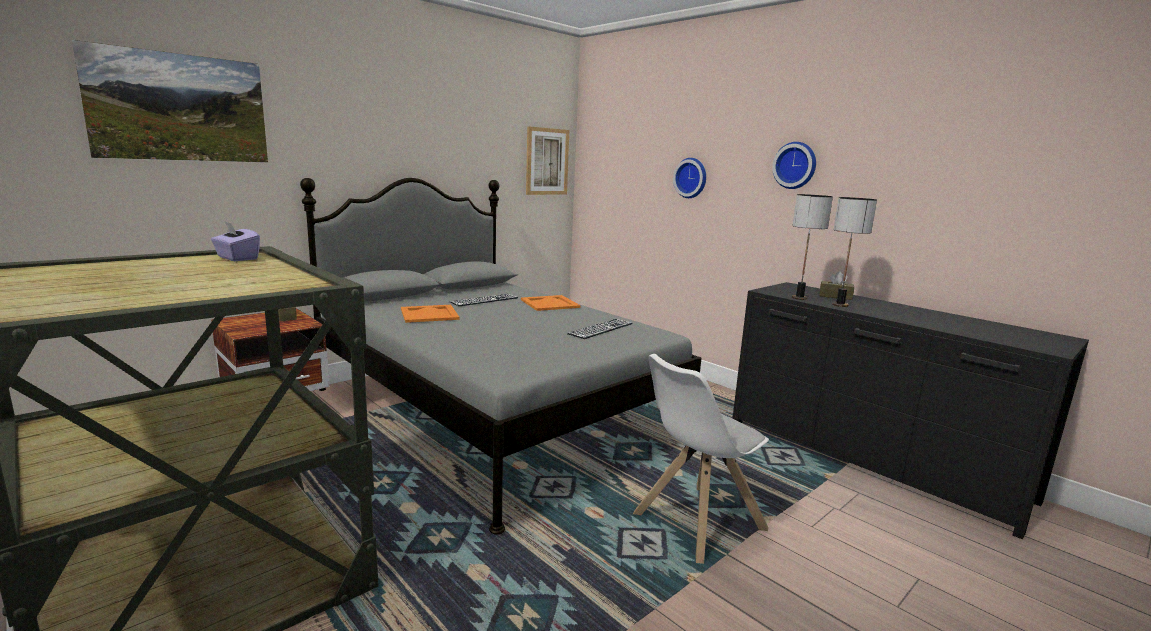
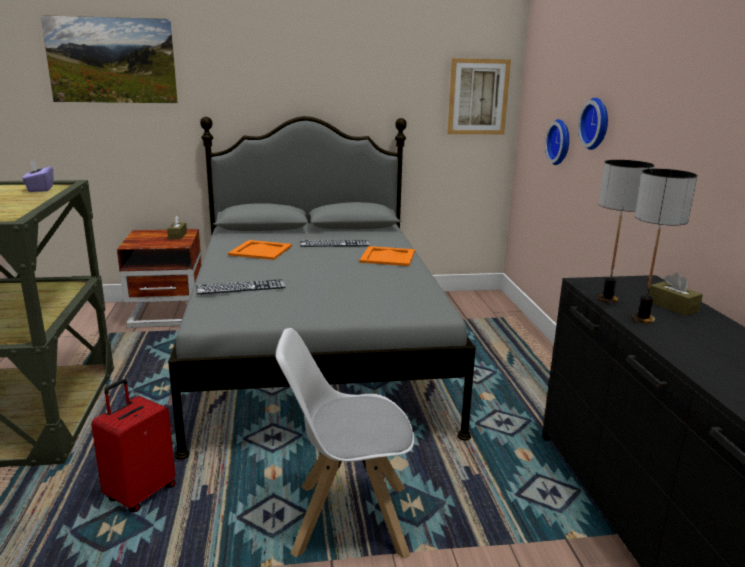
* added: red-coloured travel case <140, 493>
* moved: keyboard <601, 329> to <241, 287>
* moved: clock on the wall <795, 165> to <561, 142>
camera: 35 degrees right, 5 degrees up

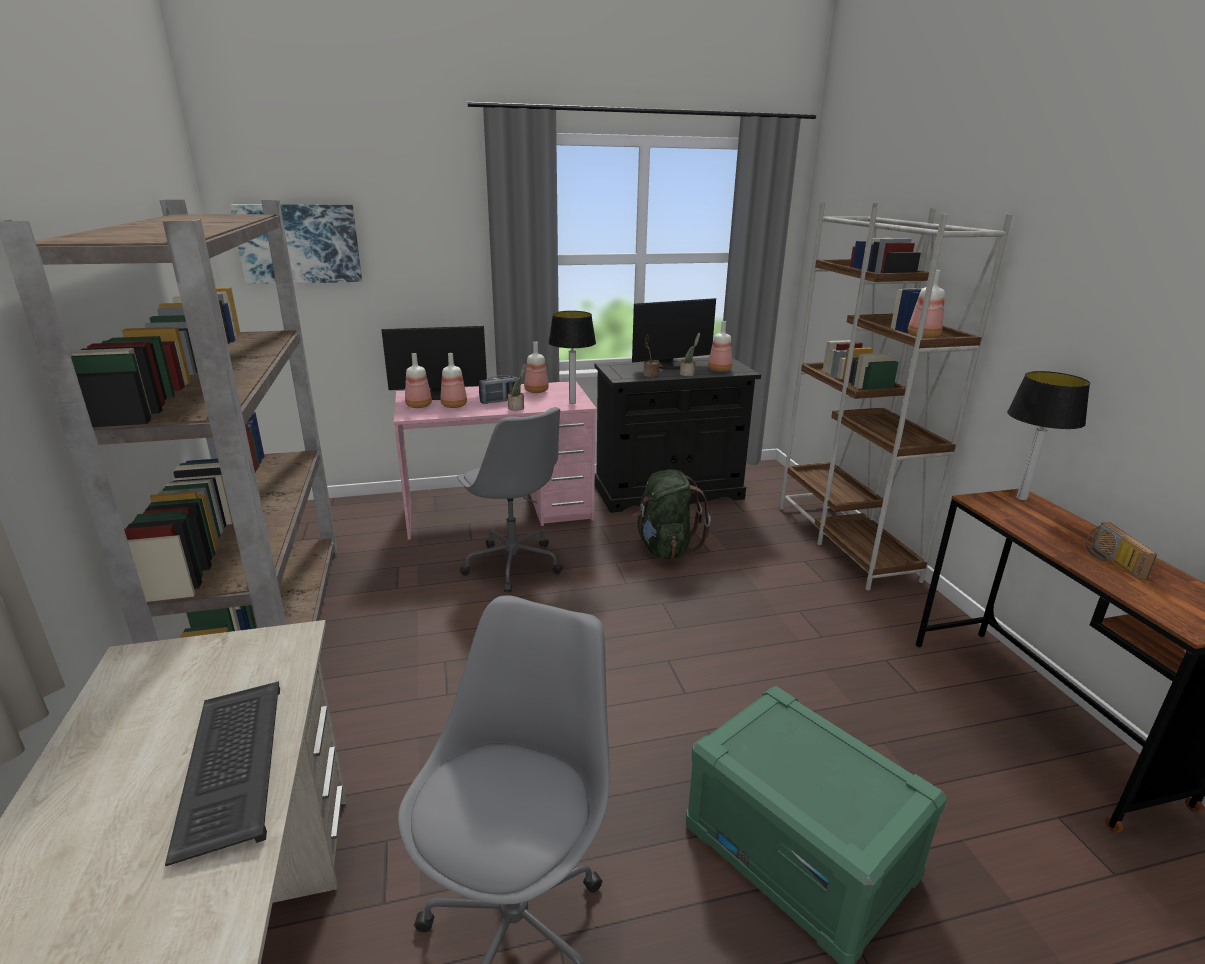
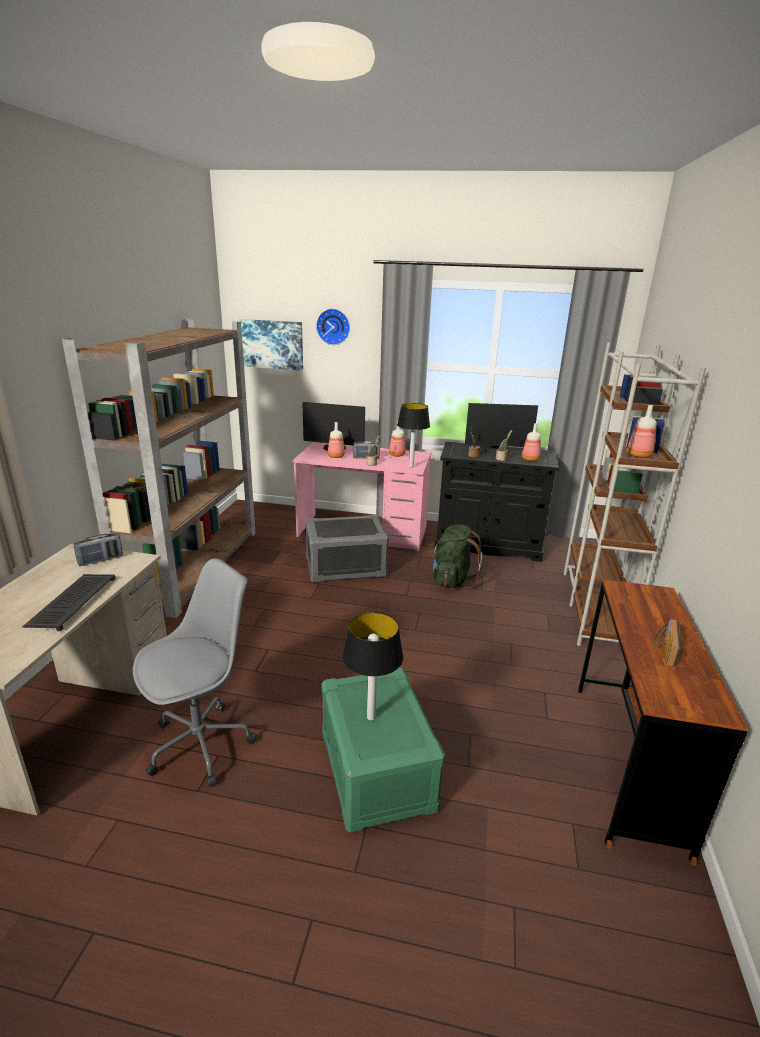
* removed: beverage bottle <418, 406>
* added: radio set <100, 560>
* added: clock on the wall <333, 326>
* moved: lamp for a table <1022, 498> to <370, 717>
* replaced: gray desk chair <514, 566> to gray storage container <345, 567>
camera: 25 degrees right, 0 degrees up

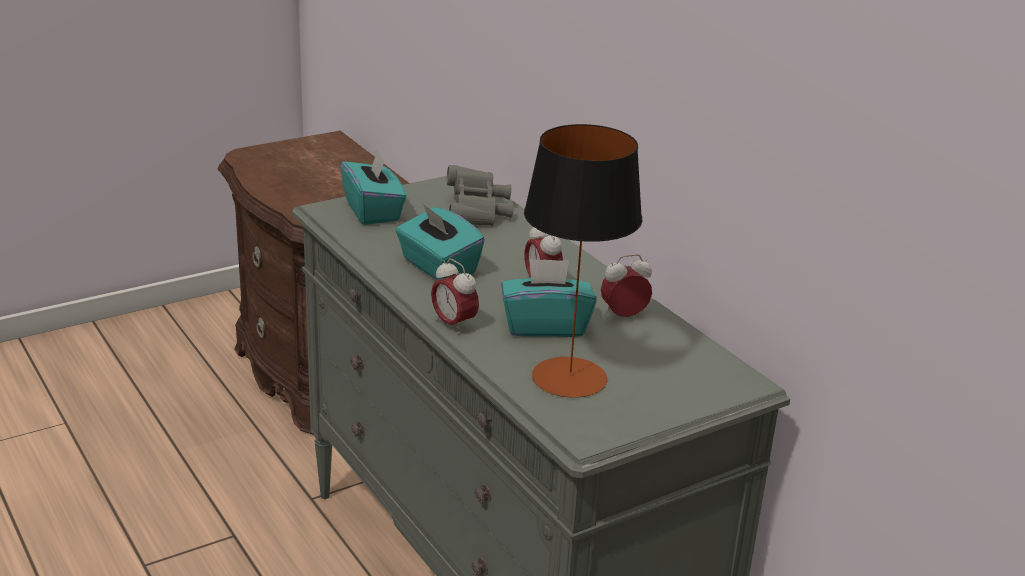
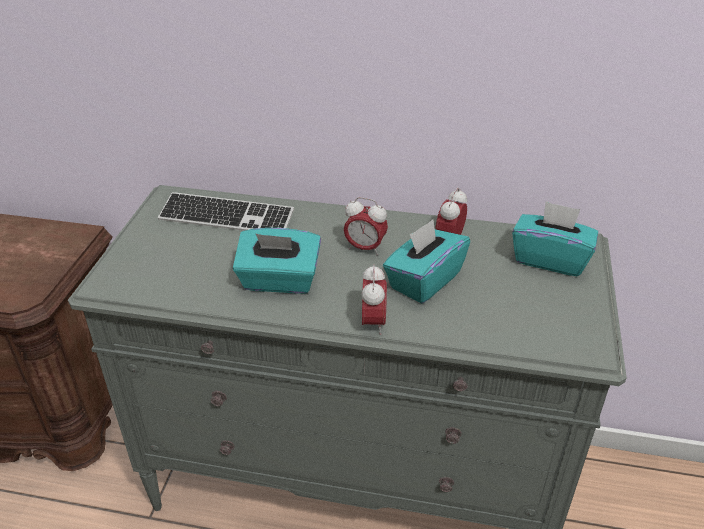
* removed: lamp for a table <570, 377>
* moved: turquoise box of tissues <373, 211> to <550, 259>
* replaced: gray field glasses <477, 213> to keyboard <226, 217>
* turned: bedside clock <453, 324> = <373, 323> 90 degrees counterclockwise
camera: 45 degrees left, 10 degrees up

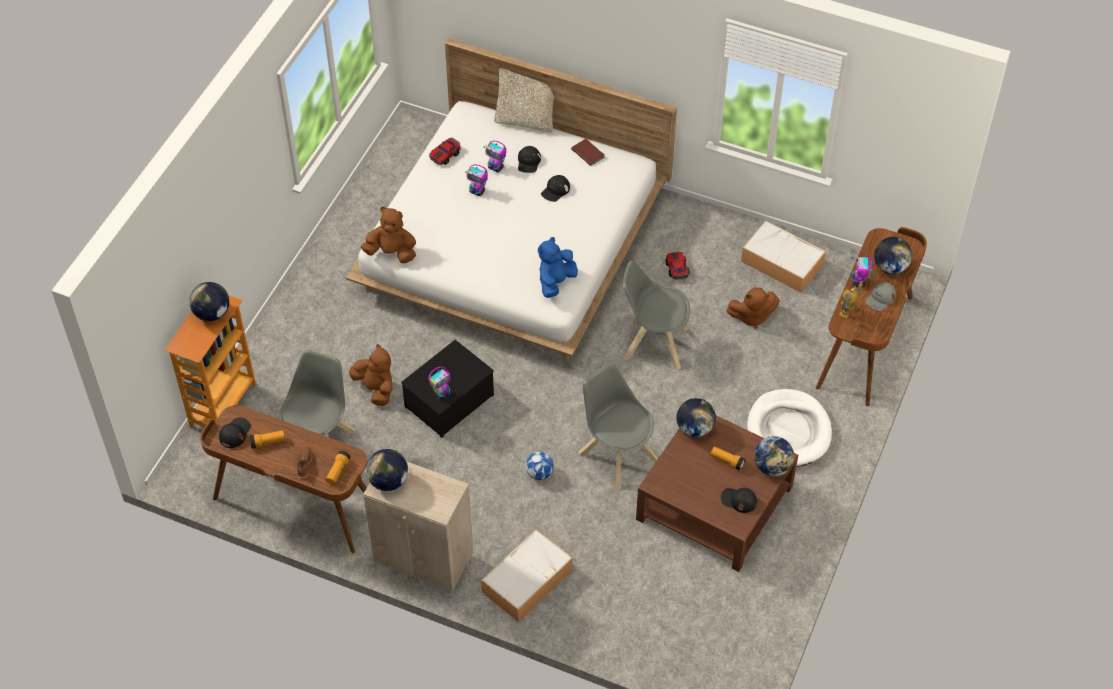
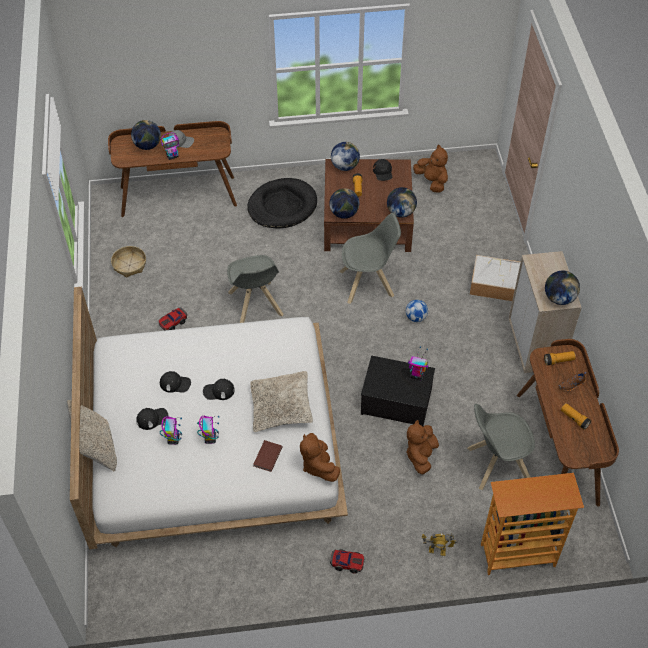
* removed: blue cuddly toy <555, 282>
* added: beige throw pillow <280, 406>
* moved: world globe <212, 313> to <401, 212>
* moved: black-coloured peaked cap <235, 433> to <218, 391>
* moved: miniature car <445, 155> to <347, 562>
* moved: brown bound book <588, 152> to <267, 456>
* moved: brown cuddly toy <752, 316> to <432, 181>
* moved: toy robot <847, 311> to <437, 550>
* replaced: storage container <781, 263> to storage basket <130, 265>
* recoloured: white-coloured dog bed <788, 431> to black-coloured dog bed <282, 206>
* turned: gray upright chair <616, 455> = <368, 283> 120 degrees counterclockwise
camera: 120 degrees left, 0 degrees up

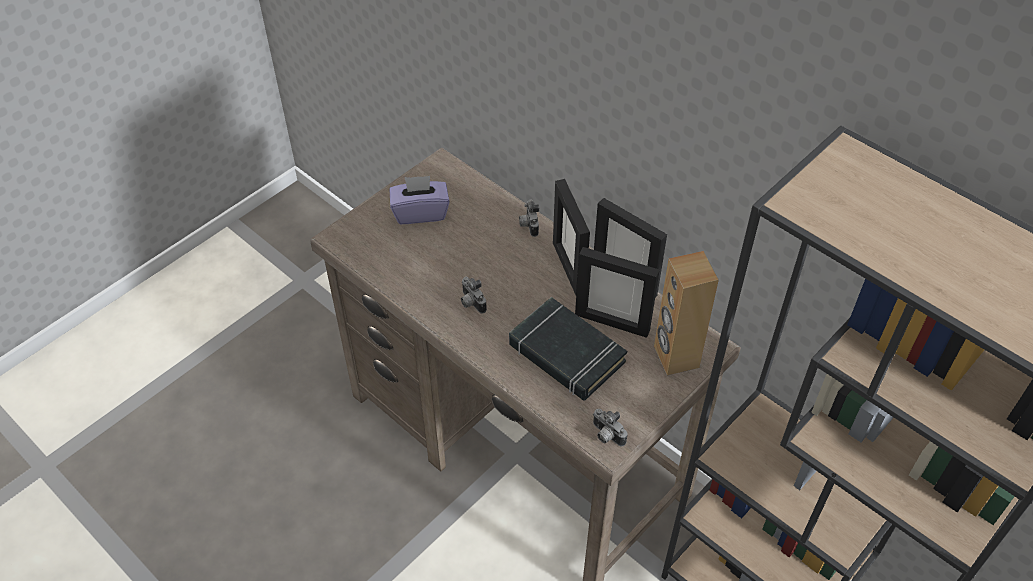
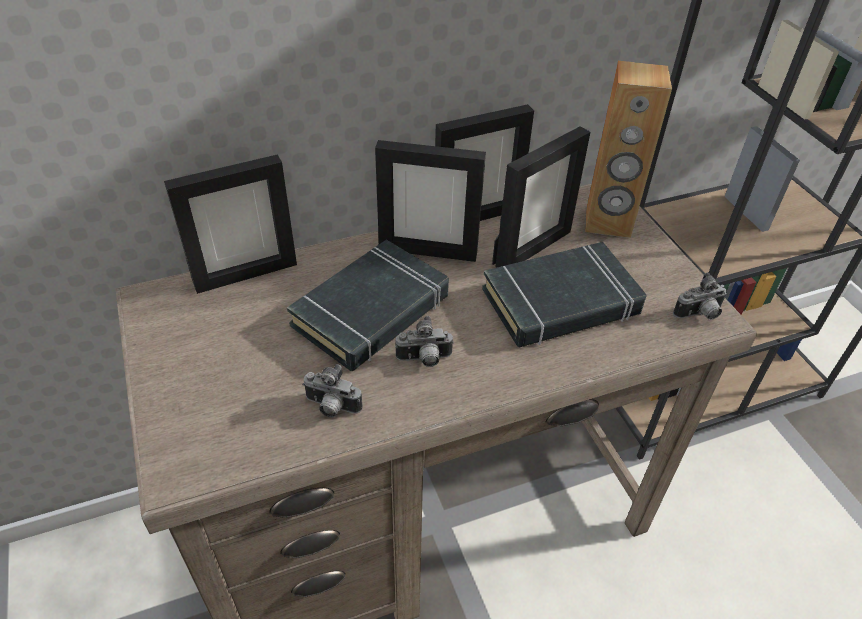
* removed: purple box of tissues <420, 212>
* added: standing frame <245, 273>
* added: black-coloured bound book <372, 312>
* moved: still camera <528, 225> to <331, 407>
camera: 65 degrees left, 5 degrees down

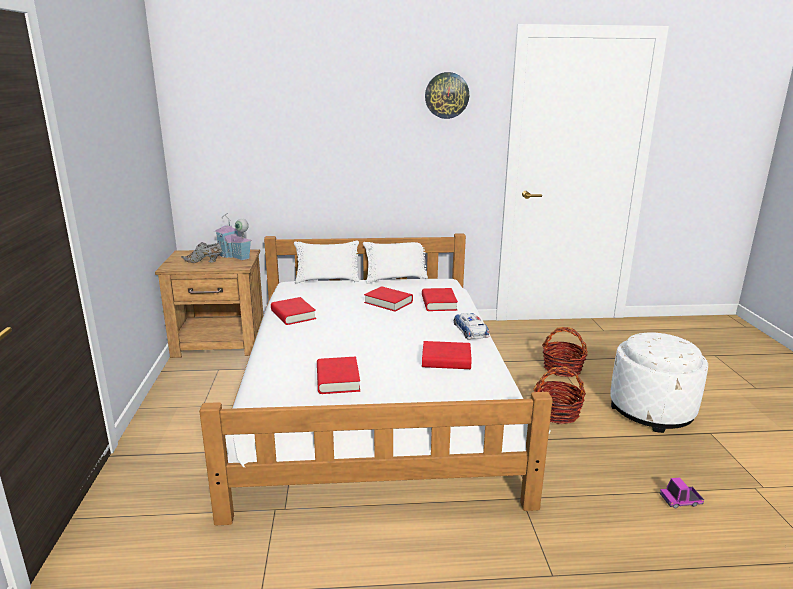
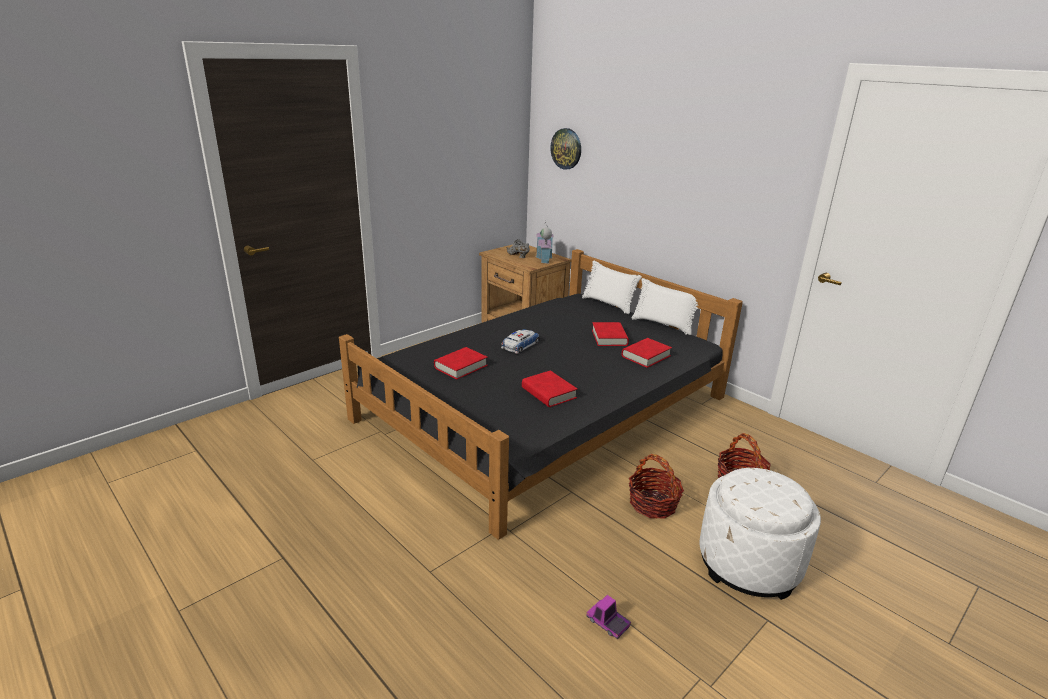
* removed: red-coloured bound book <293, 315>
* moved: clock on the wall <446, 95> to <566, 148>
* moved: miniature car <470, 330> to <520, 345>
* recoloured: white-coloured bedroom bed <373, 397> to black-coloured bedroom bed <544, 409>
camera: 50 degrees right, 5 degrees up

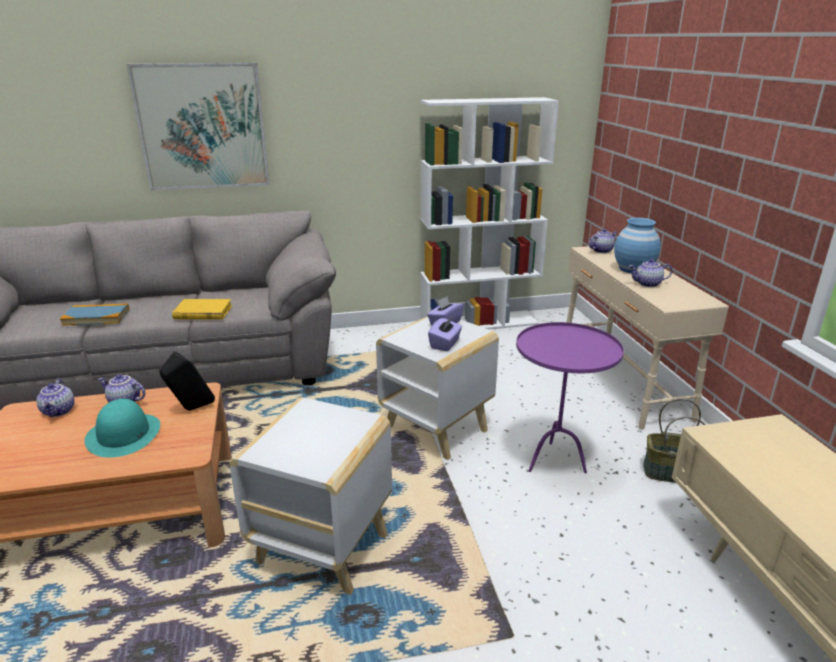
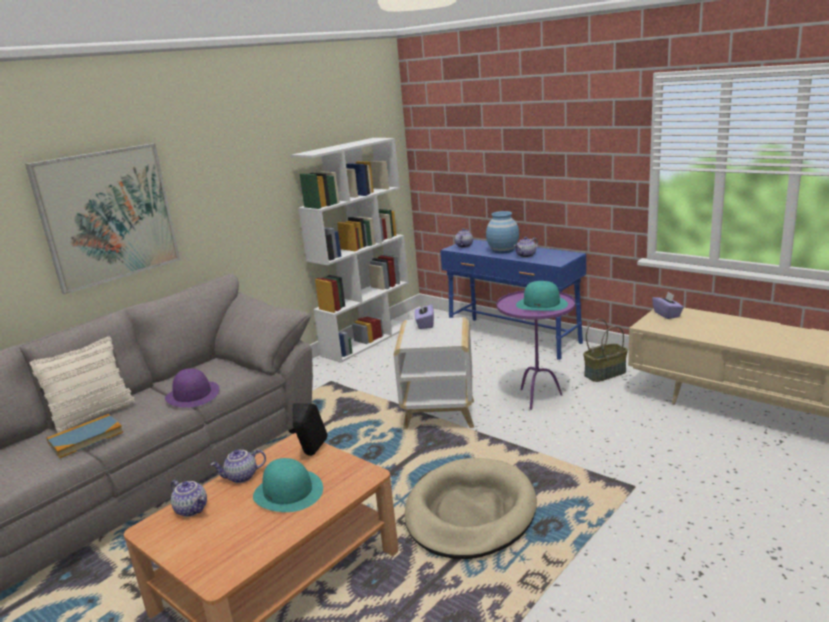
* added: beige throw pillow <94, 416>
* added: turquoise clothing hat <542, 304>
* moved: purple box of tissues <445, 344> to <667, 314>
* replaced: yellow-coloured bound book <203, 312> to purple clothing hat <193, 395>
* replaced: white-coloured accent table <321, 548> to beige dog bed <470, 512>
* recoloured: beige narrow table <621, 381> to blue narrow table <513, 338>
camera: 35 degrees left, 5 degrees down

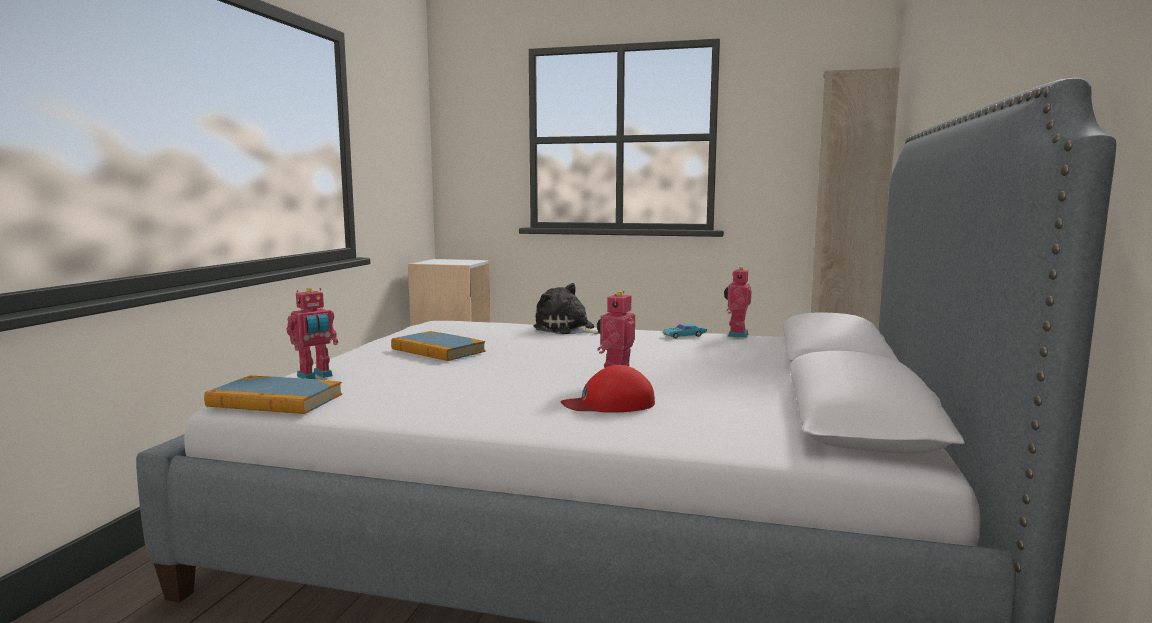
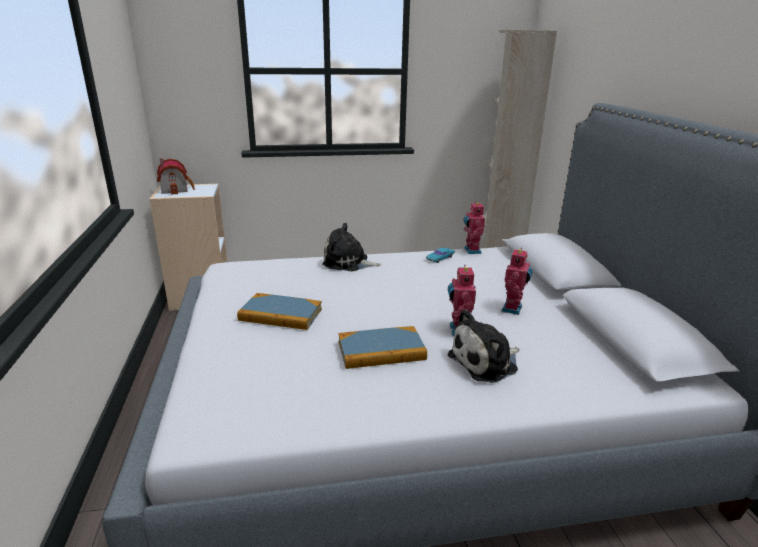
* added: model house <176, 189>
* moved: bound book <275, 400> to <381, 351>
* moved: toy robot <315, 376> to <513, 309>
* replaced: red-coloured peaked cap <610, 403> to cuddly toy <486, 362>
camera: 25 degrees left, 15 degrees up

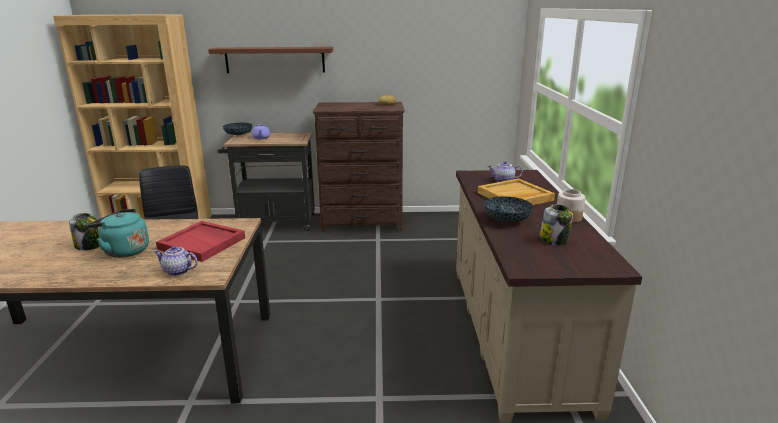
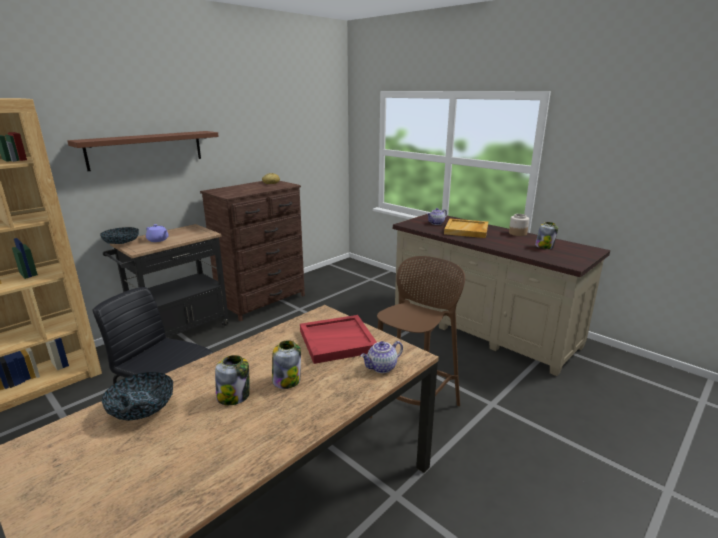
* added: brown sitting stool <412, 408>
* moved: deep dish <506, 220> to <142, 409>
* replaced: turquoise kettle <124, 251> to preserve jar <286, 380>
camera: 45 degrees left, 0 degrees up

